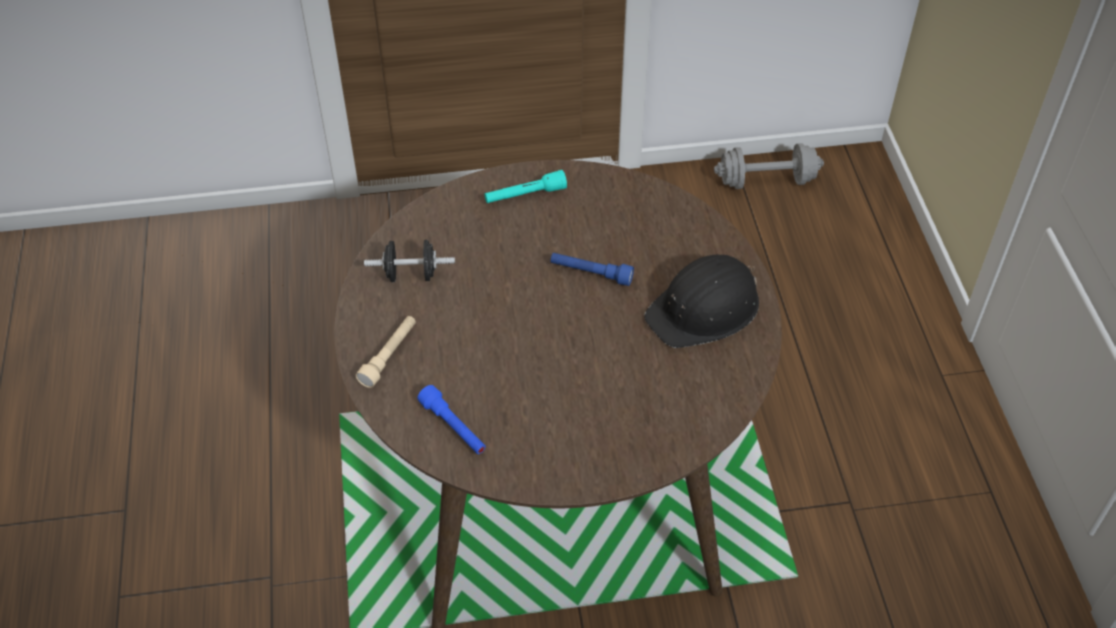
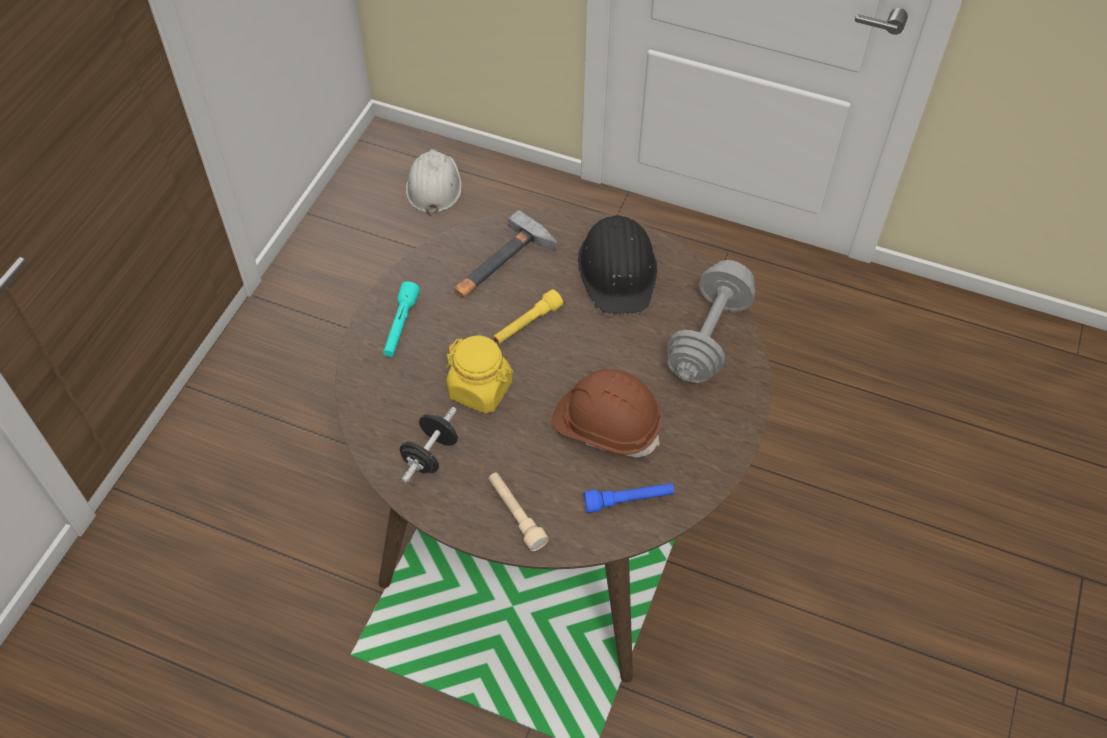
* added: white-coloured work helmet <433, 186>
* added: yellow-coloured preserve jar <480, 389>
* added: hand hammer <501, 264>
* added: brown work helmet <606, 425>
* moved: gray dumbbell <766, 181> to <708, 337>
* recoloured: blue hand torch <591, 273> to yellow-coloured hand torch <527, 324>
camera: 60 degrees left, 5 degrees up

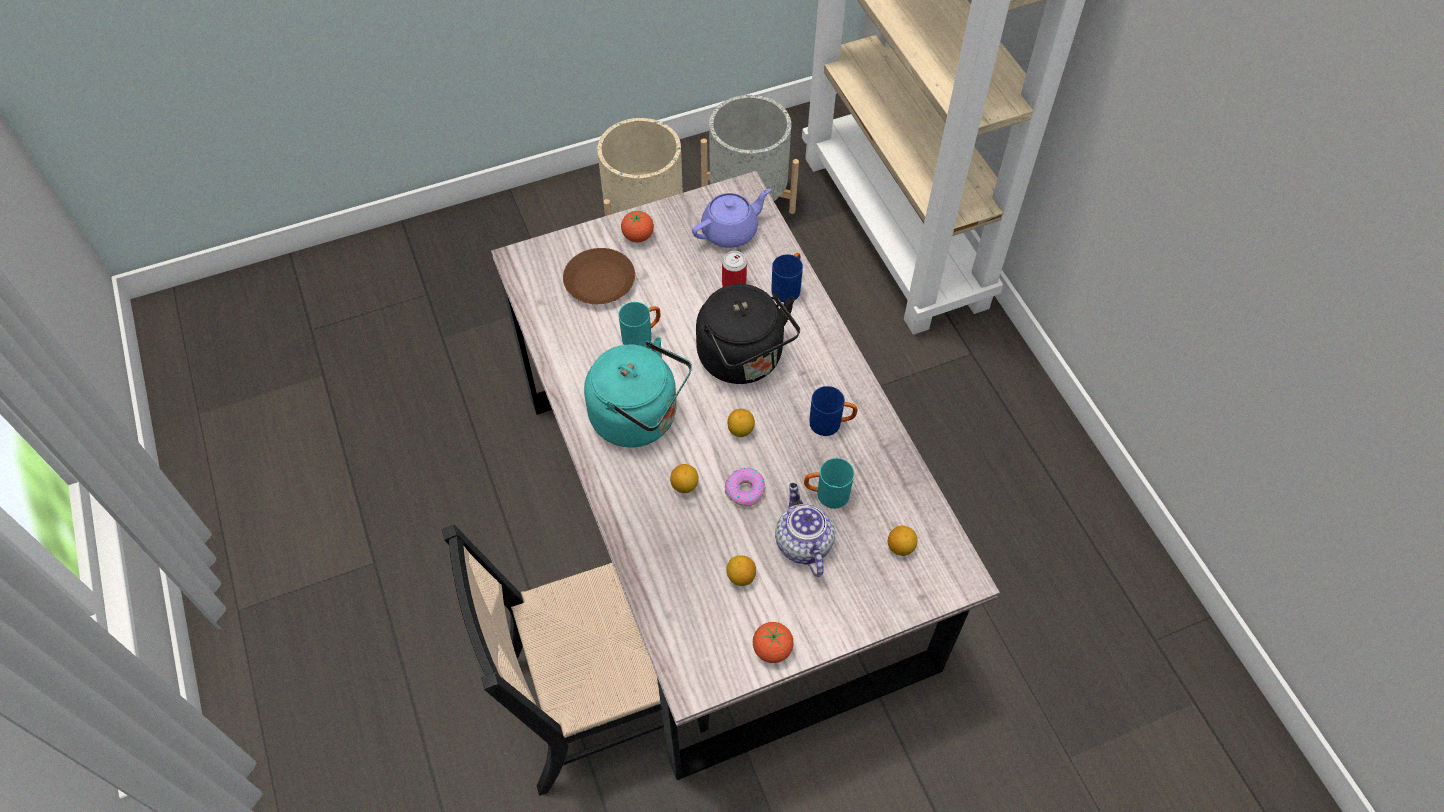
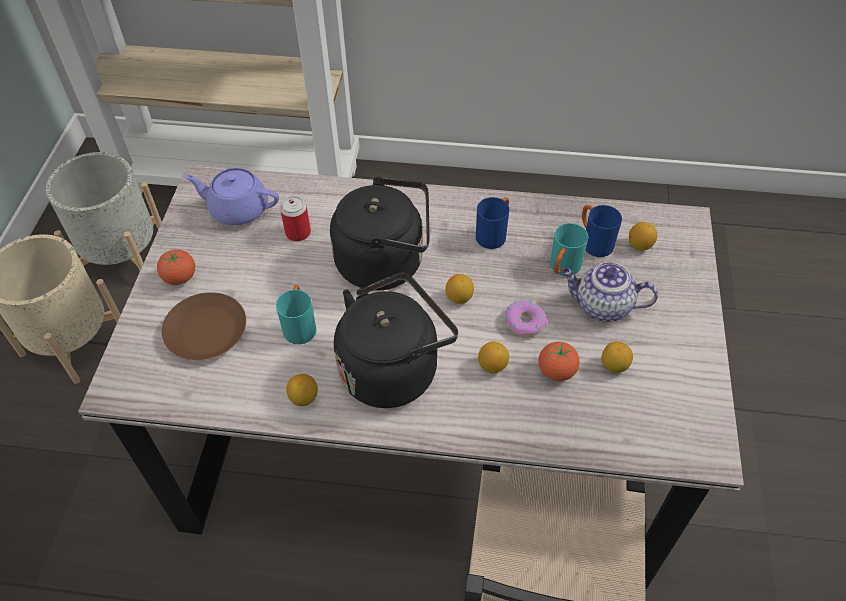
* added: whole lemon <304, 398>
* moved: fresh tomato <772, 649> to <556, 371>
* moved: blue tea mug <788, 287> to <593, 242>
* recoloured: turquoise kettle <640, 418> to black-coloured kettle <393, 368>
* turned: purple pot for tea <731, 231> = <238, 209> 75 degrees counterclockwise
camera: 60 degrees left, 5 degrees down

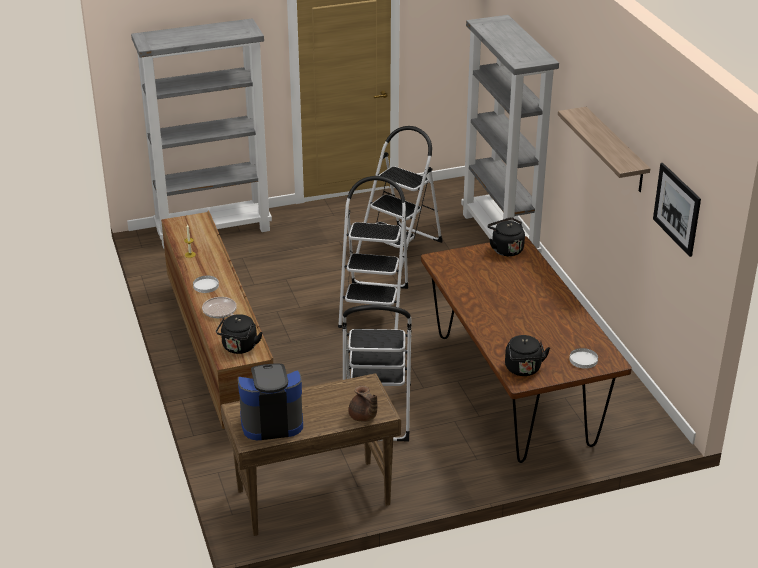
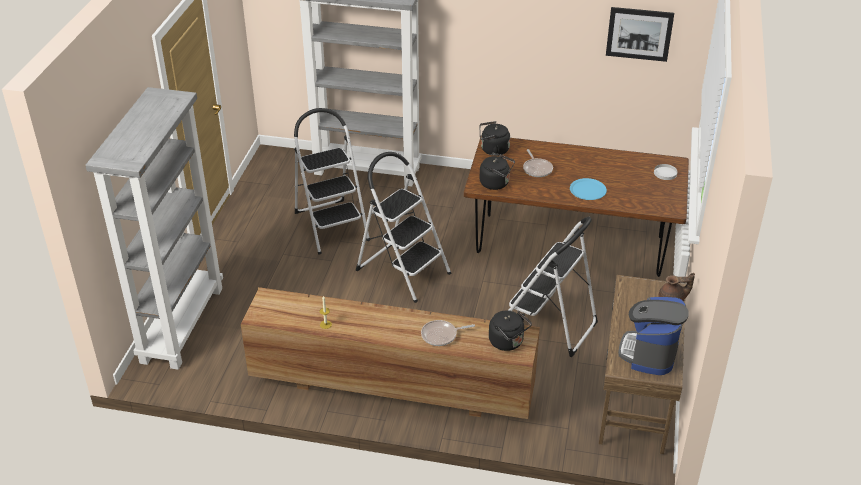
* removed: white-coloured plate <206, 285>
* removed: bracket shelf <615, 150>
* added: pan <537, 169>
* added: blue plate <588, 190>
* moved: black-coloured kettle <523, 370> to <496, 183>
camera: 60 degrees left, 5 degrees up

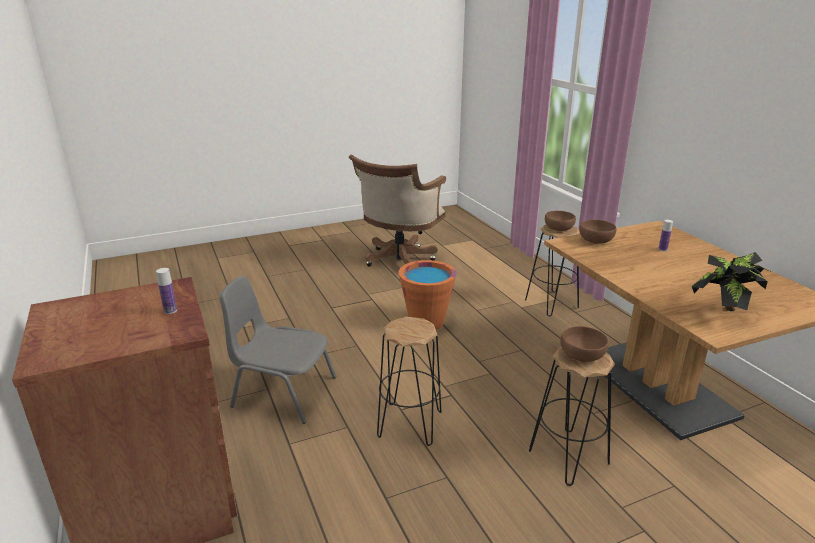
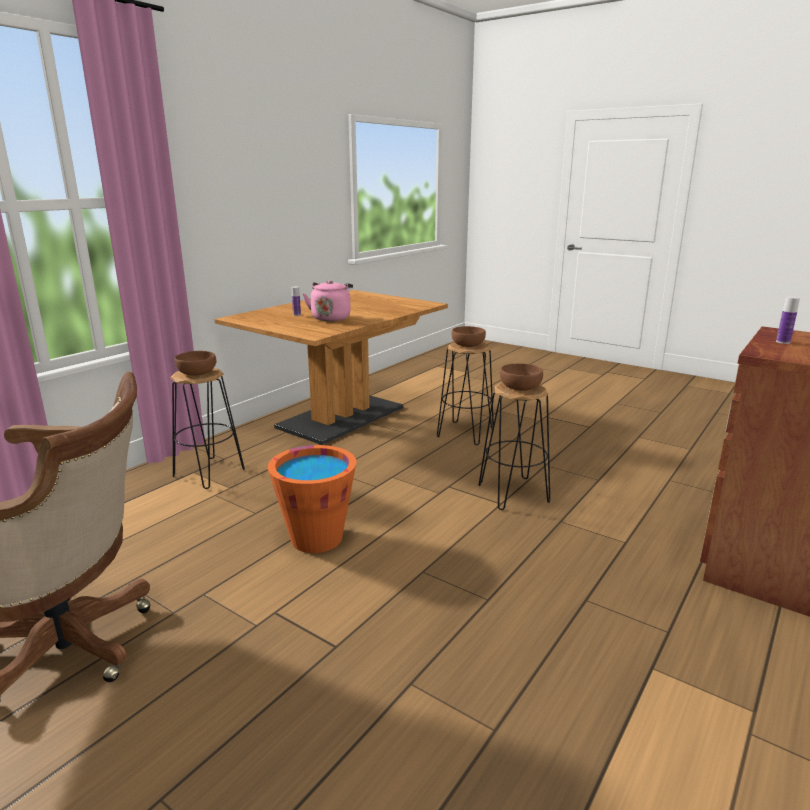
* removed: gray upright chair <283, 391>
* removed: houseplant <724, 311>
* added: pink-coloured kettle <331, 318>
* moved: brown deep dish <596, 240> to <519, 387>
camera: 120 degrees left, 5 degrees down

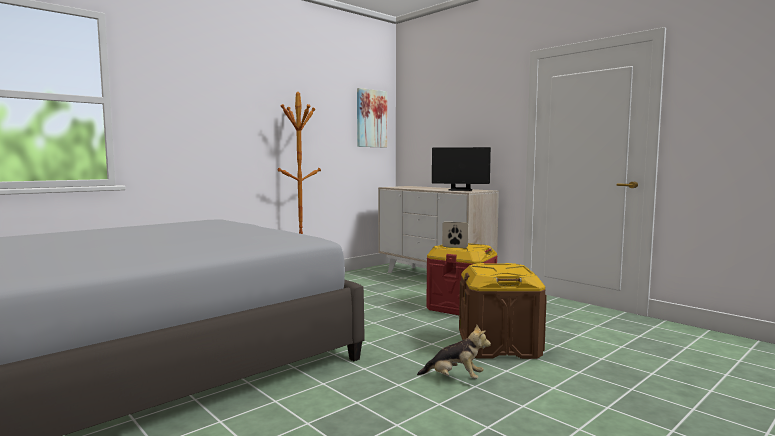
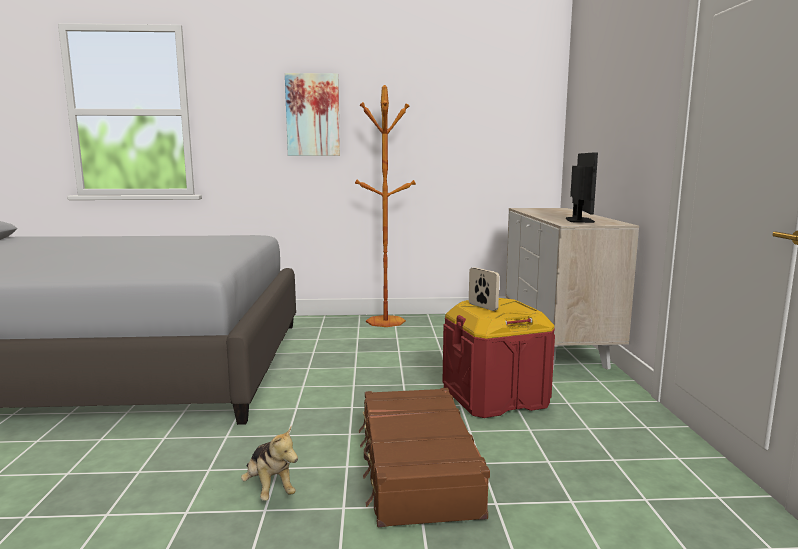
* moved: wall picture <371, 118> to <313, 115>
* replaced: brown storage container <499, 346> to brown travel case <416, 469>
* turned: computer display <460, 190> = <579, 220> 135 degrees counterclockwise
camera: 40 degrees right, 5 degrees up

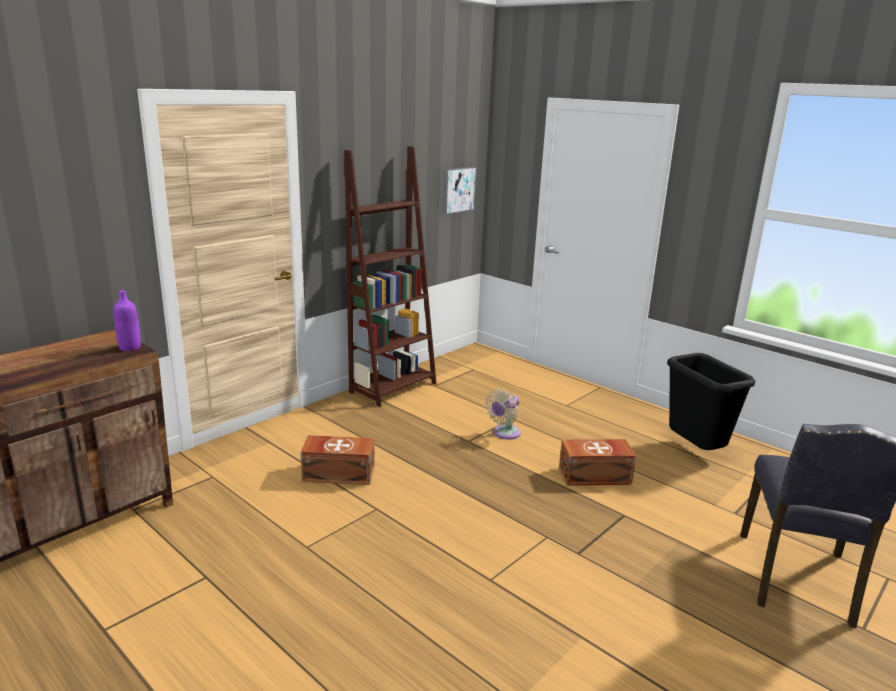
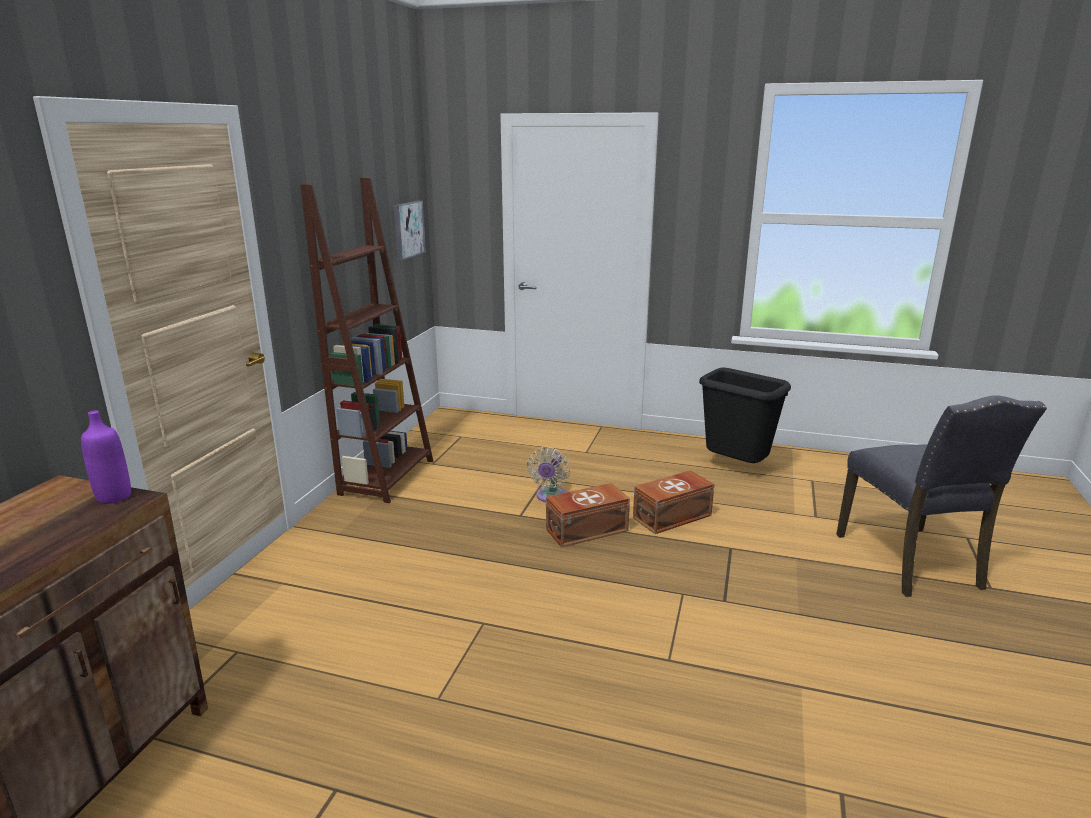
* moved: brown storage container <338, 473> to <585, 529>
camera: 25 degrees left, 0 degrees up

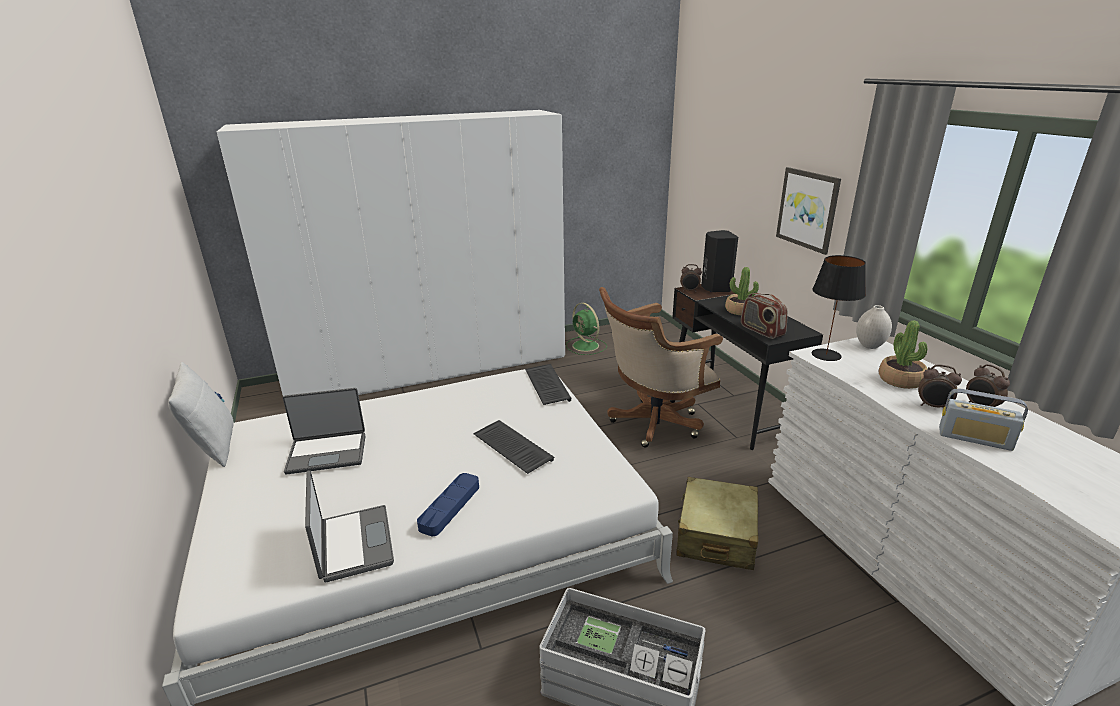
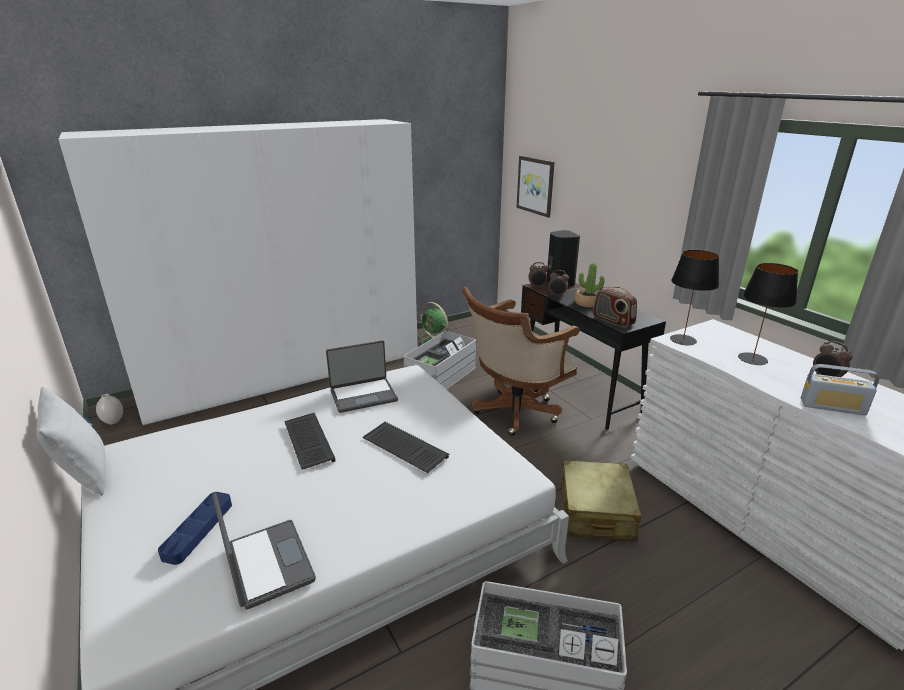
* added: gray storage container <440, 376>
* moved: portable computer <327, 453> to <363, 395>
* moved: blue carrying tray <450, 507> to <198, 530>
* moved: keyboard <546, 385> to <307, 441>
* moved: wall picture <808, 209> to <535, 185>
* moved: white-coloured flower vase <869, 346> to <113, 422>
* moved: bedside clock <933, 406> to <557, 295>
* replaced: houseplant <900, 380> to black-coloured lamp for a table <753, 359>
camera: 10 degrees left, 0 degrees up

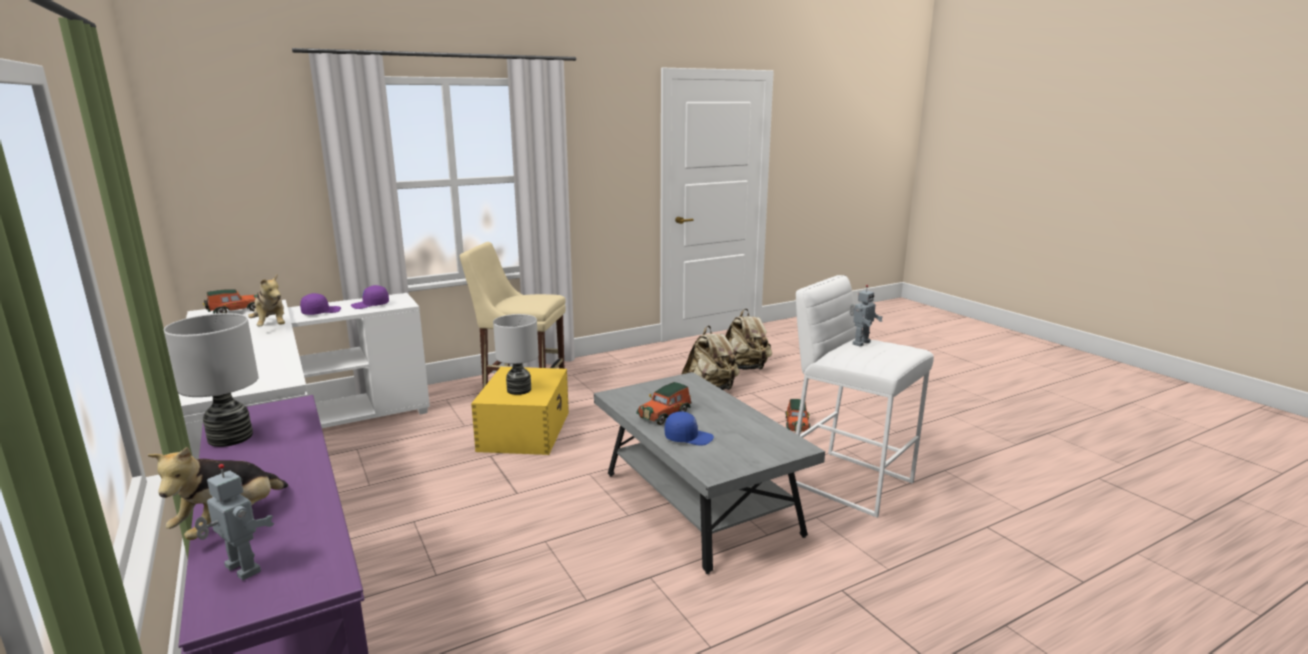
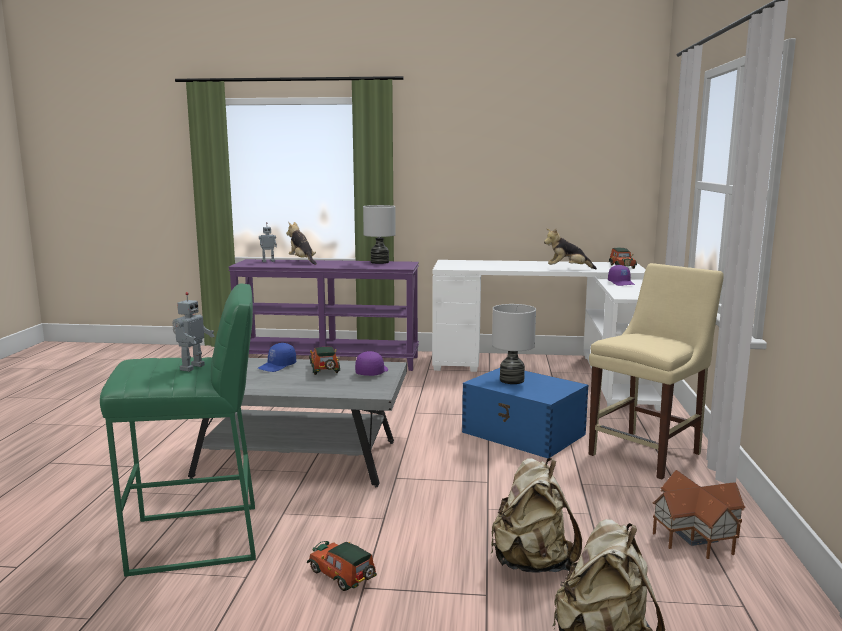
* added: model house <697, 536>
* moved: purple peaked cap <370, 305> to <371, 372>
* recoloured: yellow-coloured storage container <525, 430> to blue storage container <524, 434>
* recoloured: white-coloured sitting stool <849, 481> to greenish sitting stool <198, 538>
* turned: toy robot <860, 343> = <191, 367> 150 degrees counterclockwise
camera: 125 degrees right, 5 degrees down

